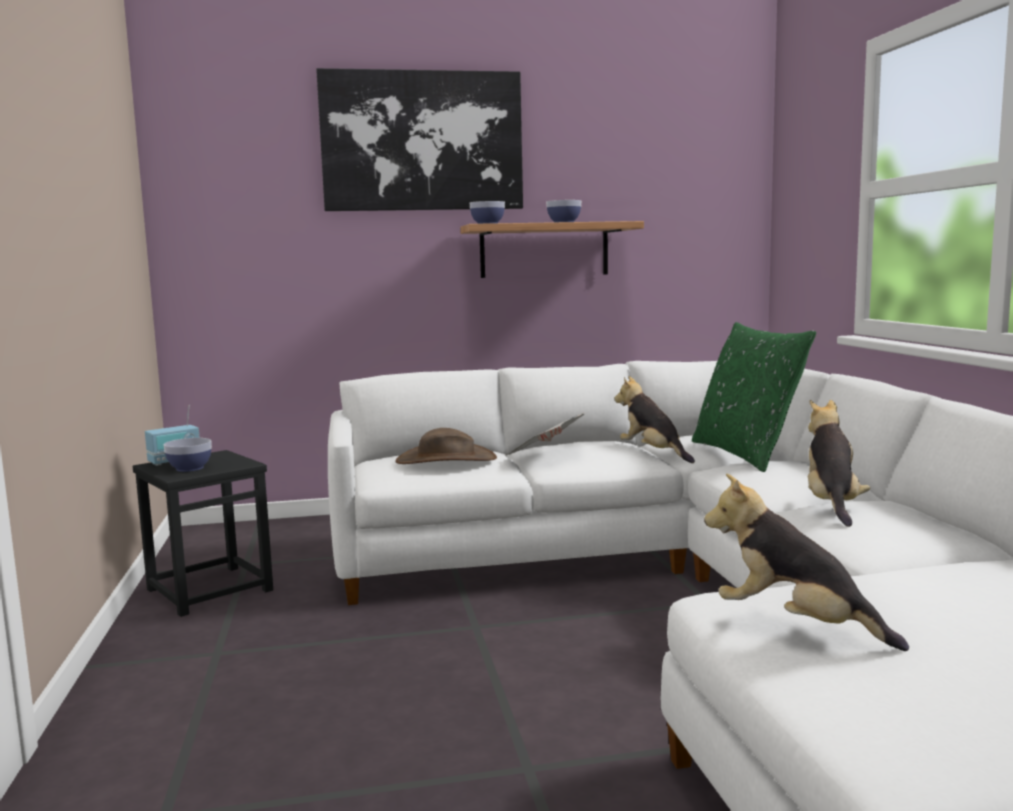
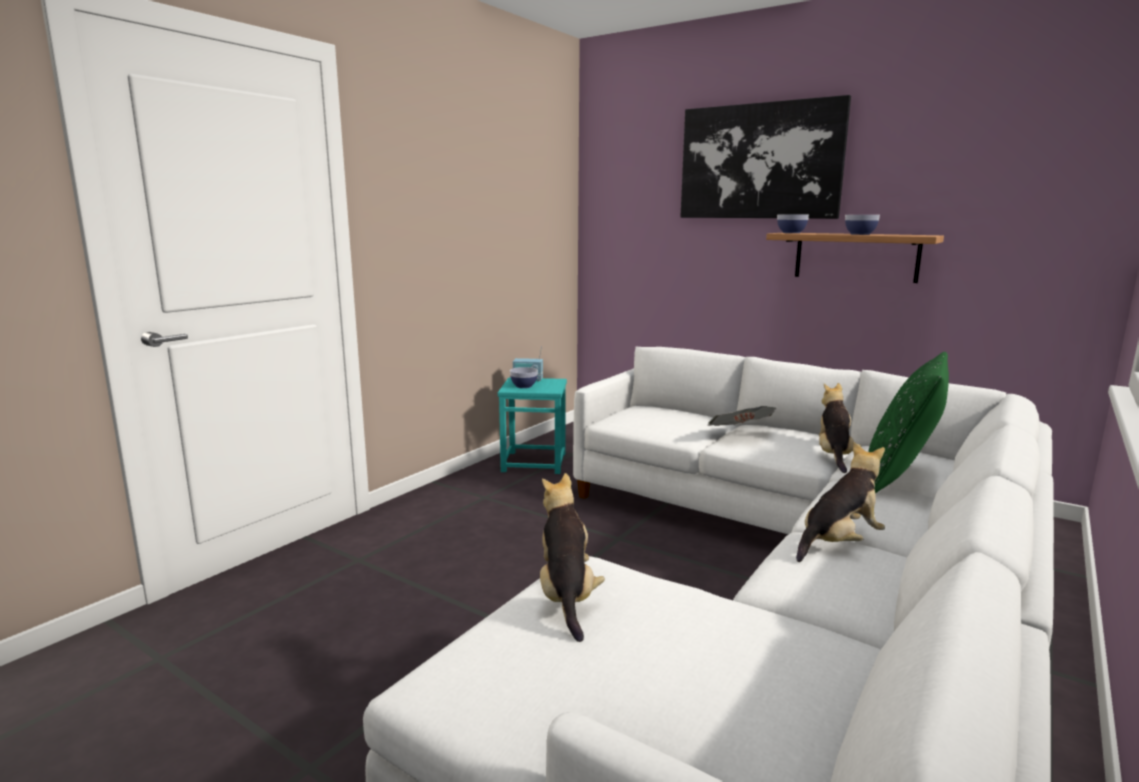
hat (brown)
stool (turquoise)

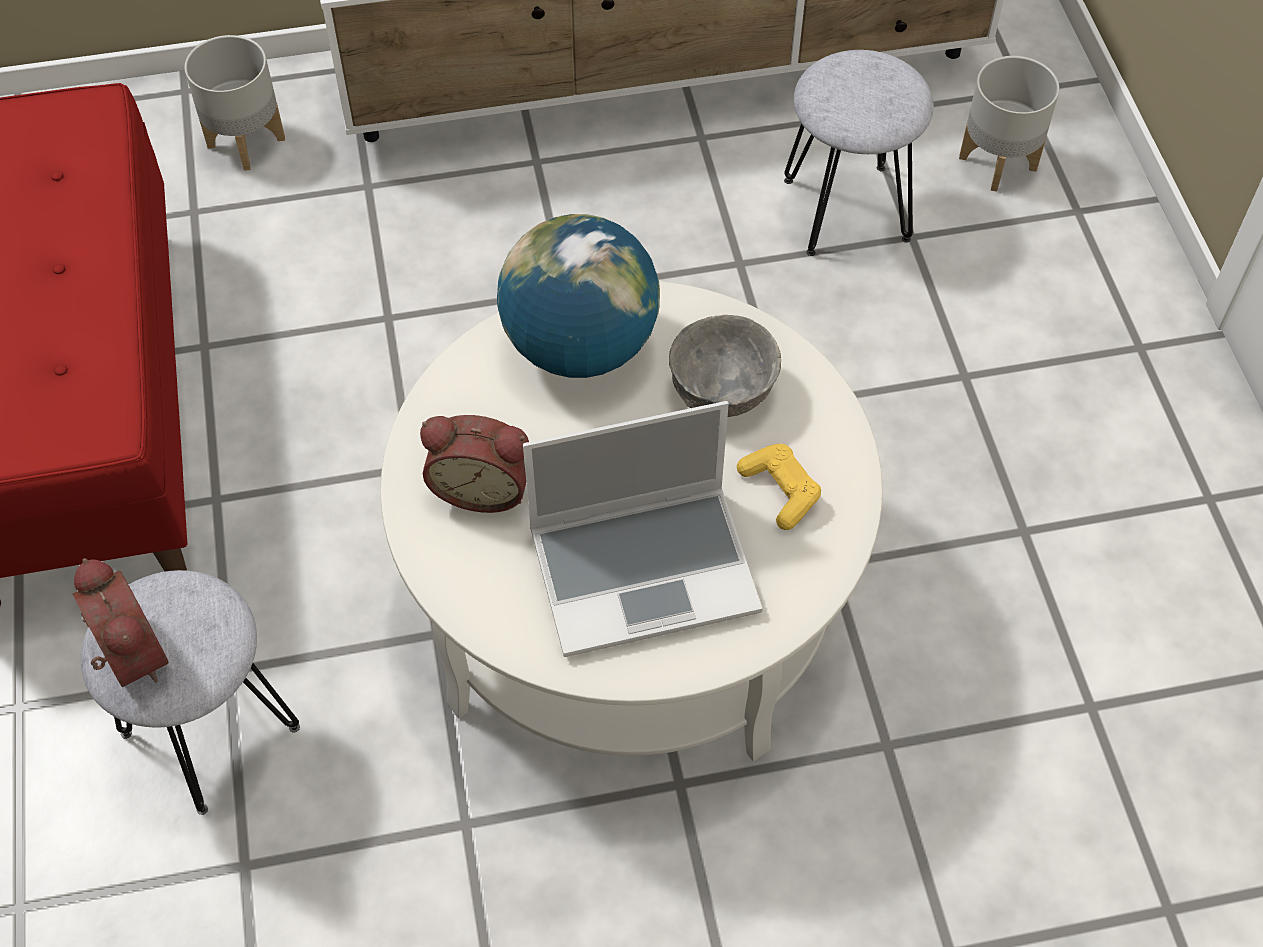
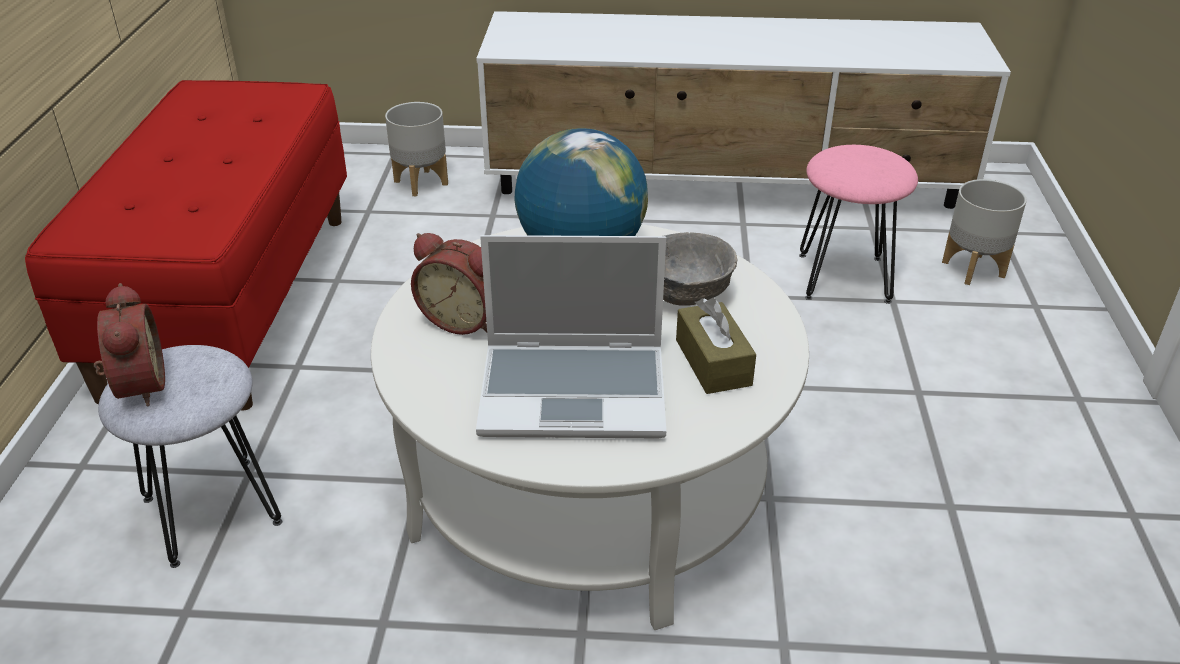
stool (pink)
tissue box (brown)

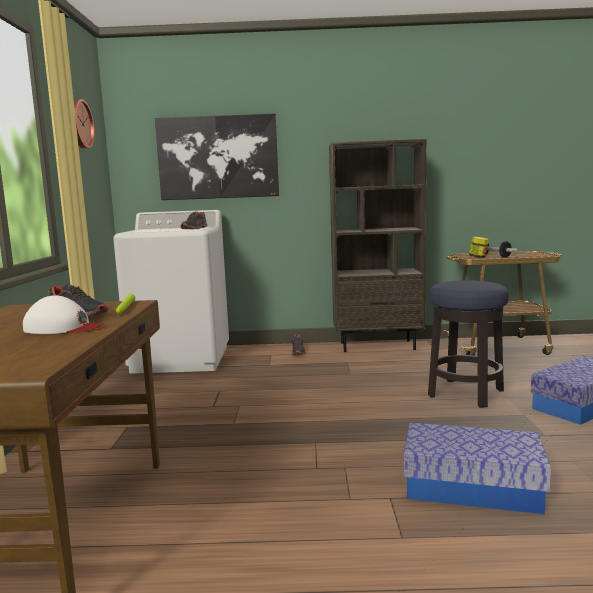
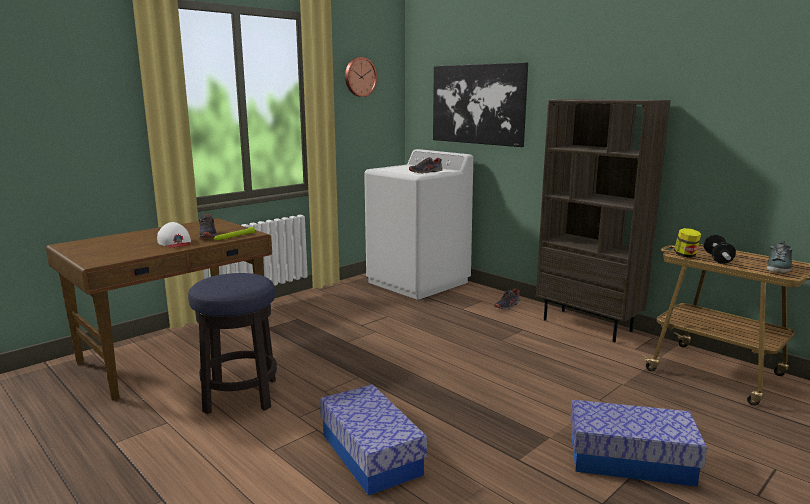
stool
shoe (no. 4 from left)

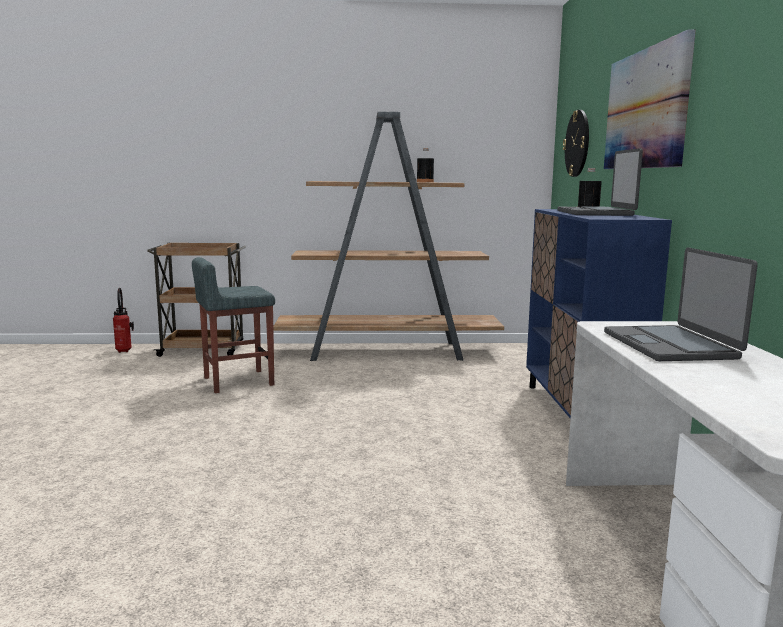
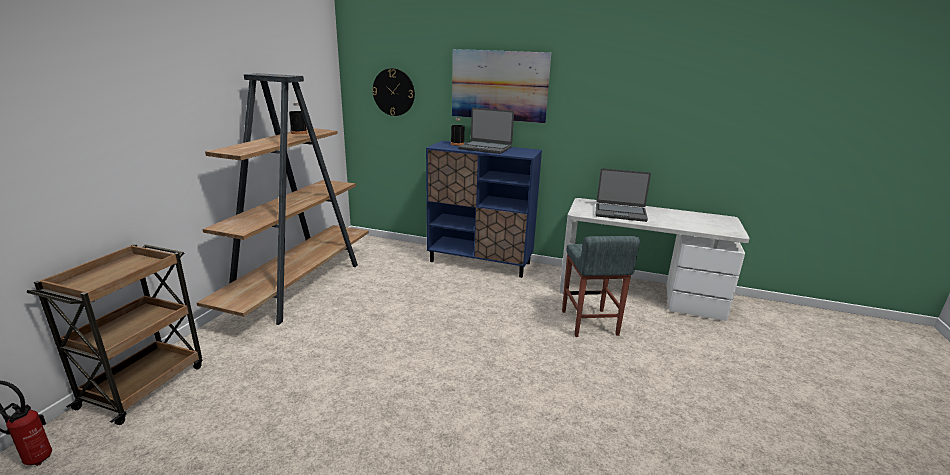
stool (grey)

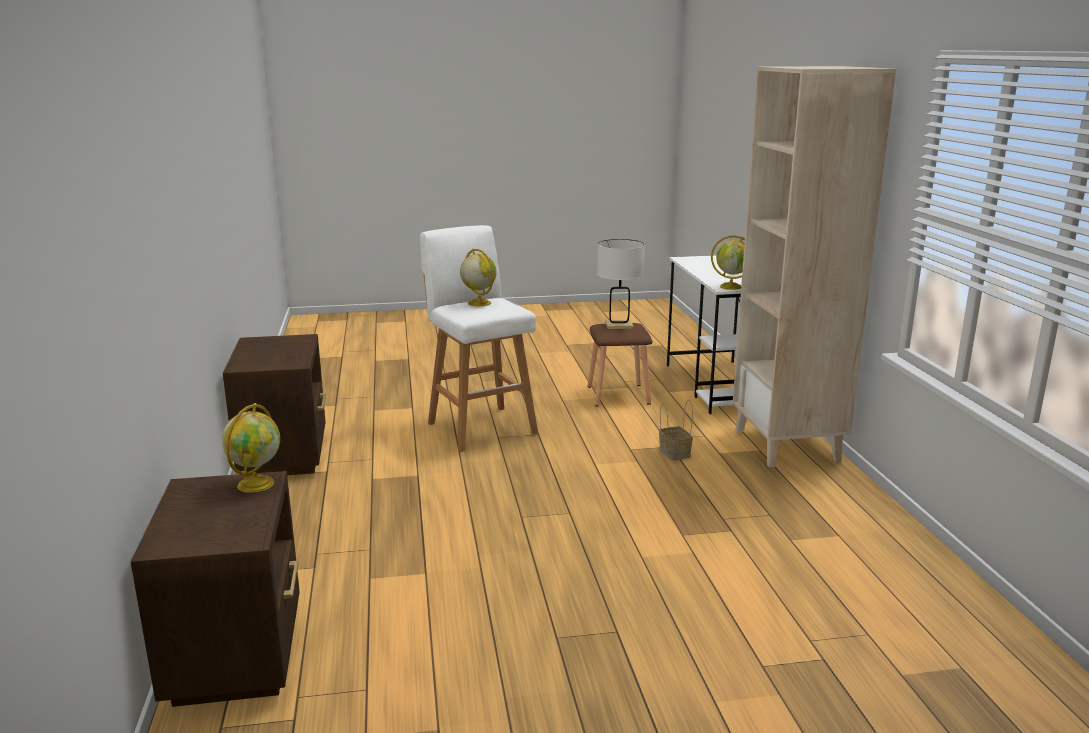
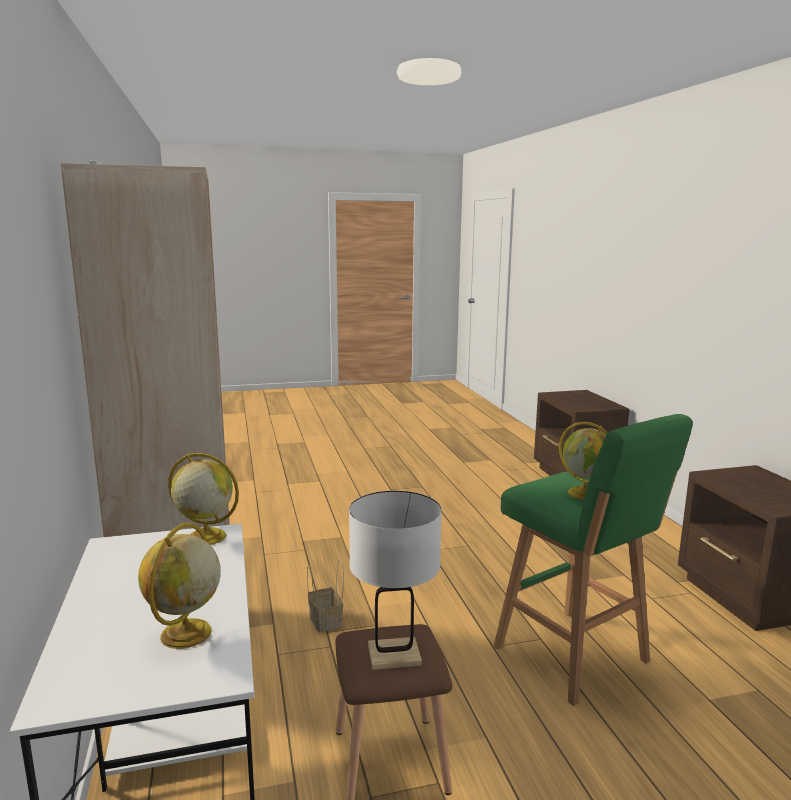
stool (green)
globe (no. 1 from left)

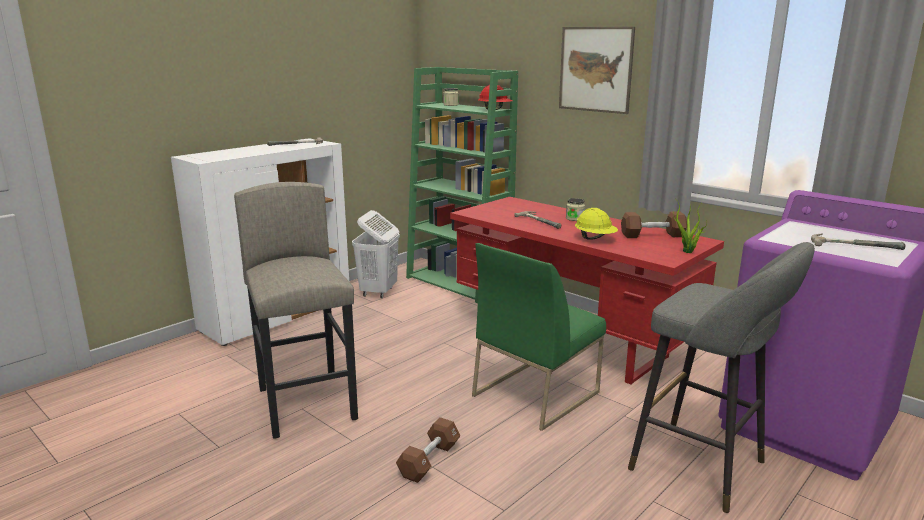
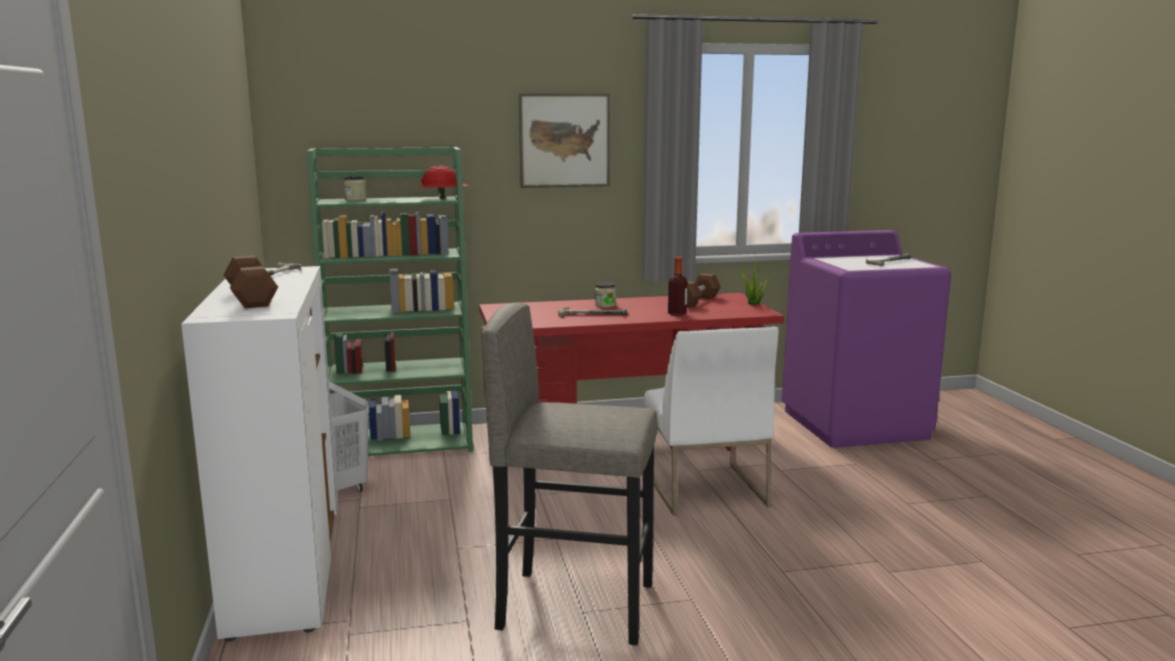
bottle
stool (grey) (no. 2 from left in the first image)
chair (white)
dumbbell (brown) (no. 1 from left)

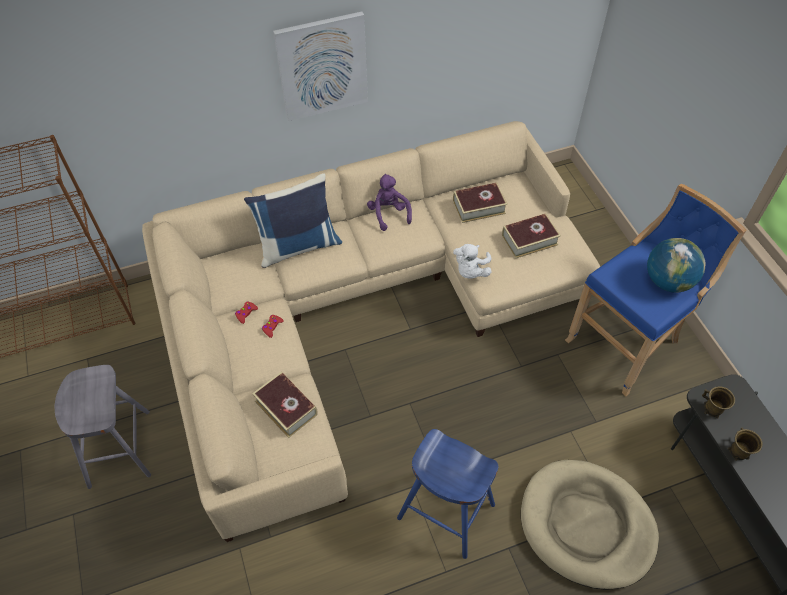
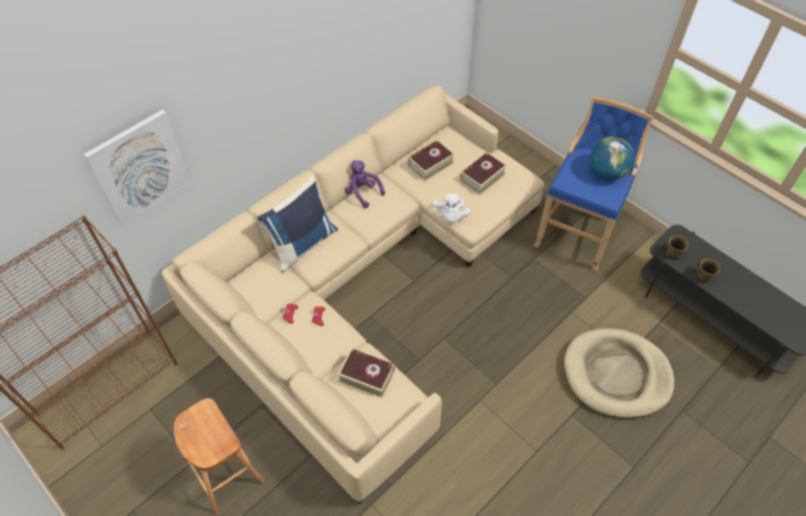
picture
stool (brown)
stool (blue) (no. 1 from left in the first image)

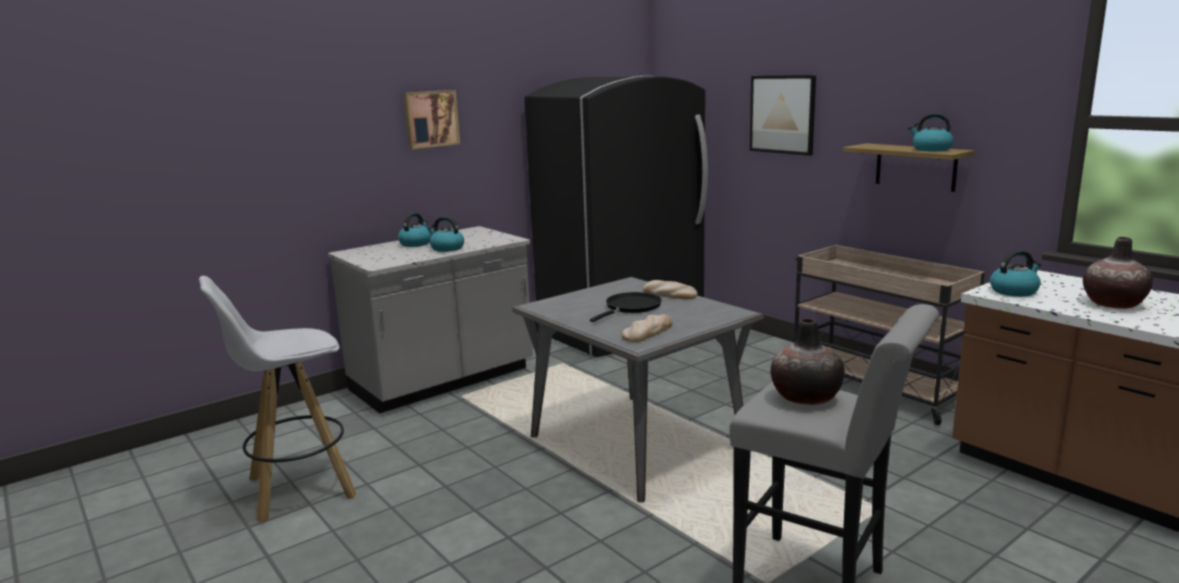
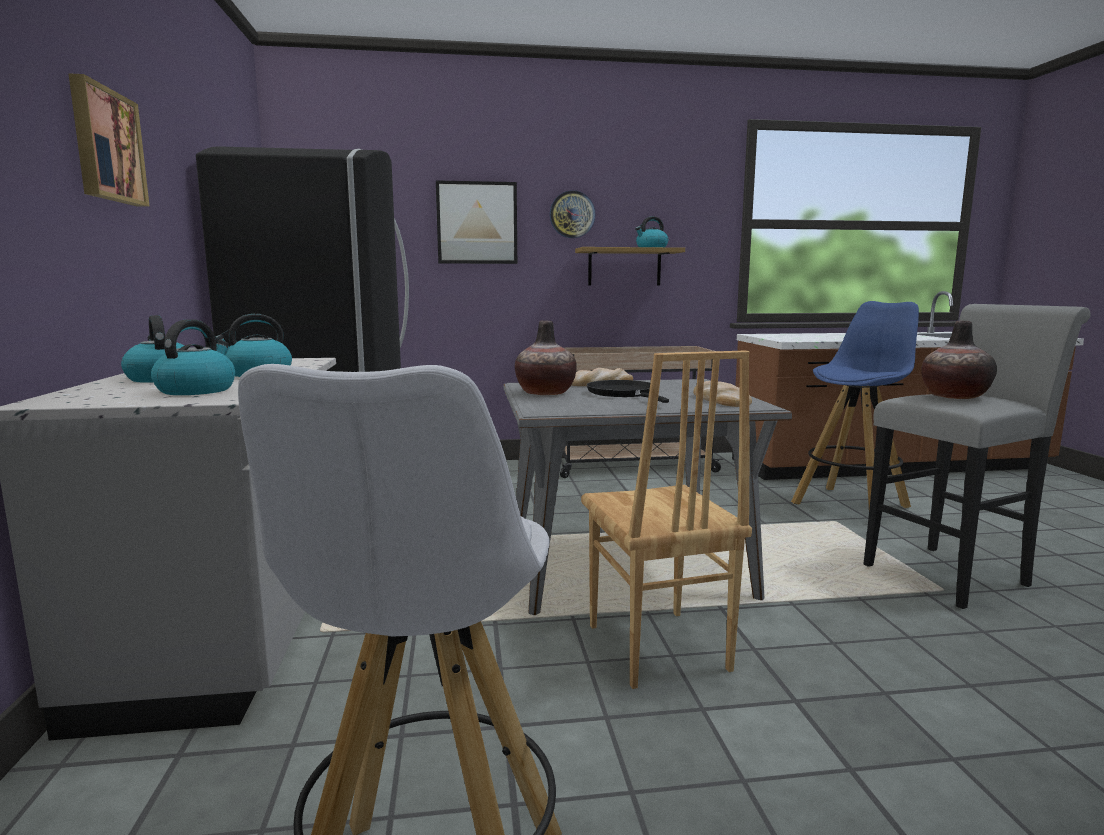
vase (no. 1 from left)
kettle (no. 2 from left)
wall clock
stool (blue)
chair (brown)

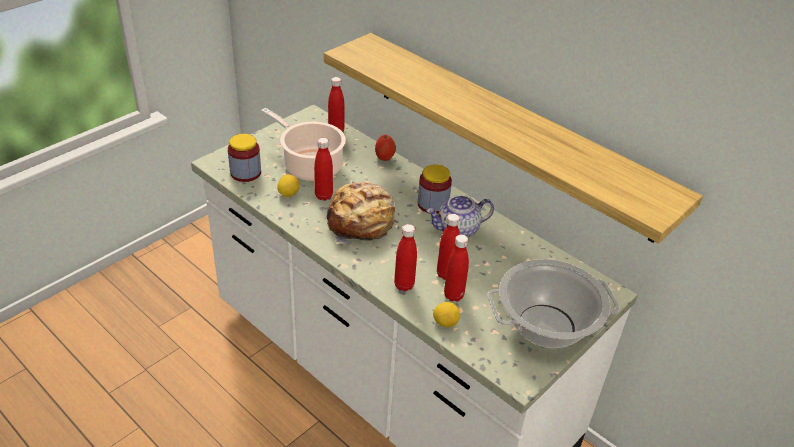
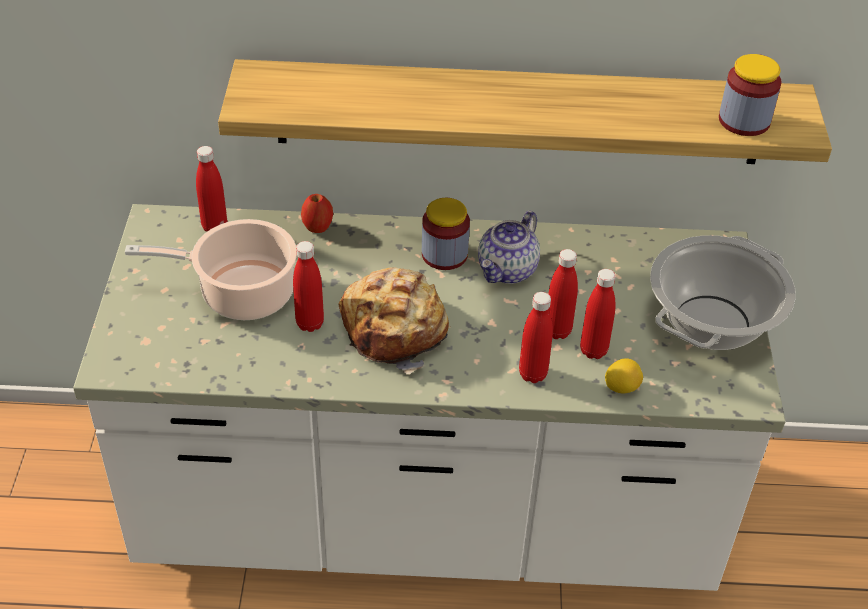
jar (no. 2 from left)
lemon (no. 1 from left in the first image)

